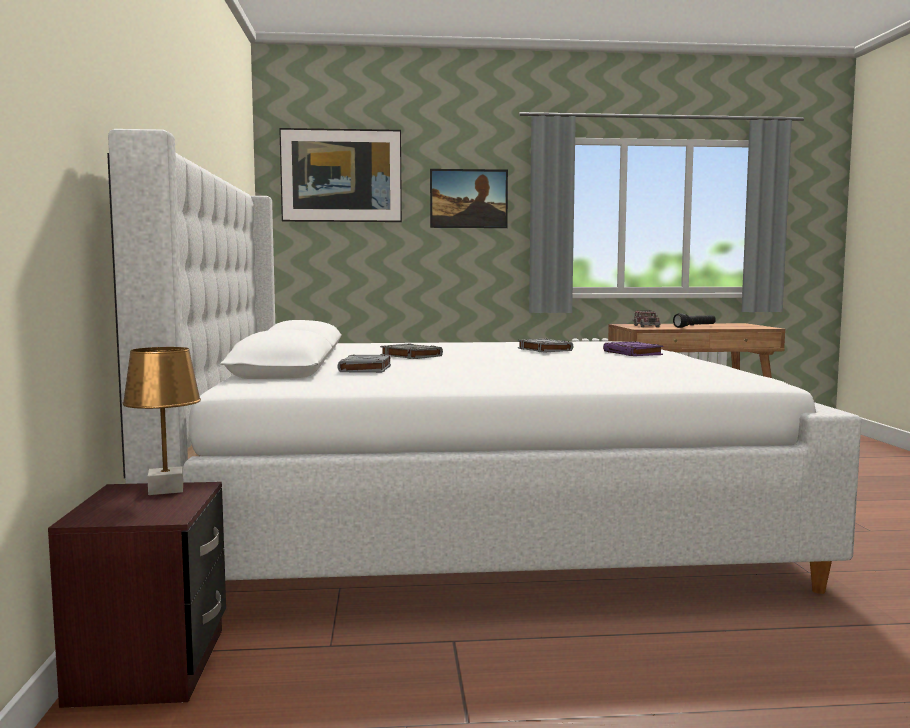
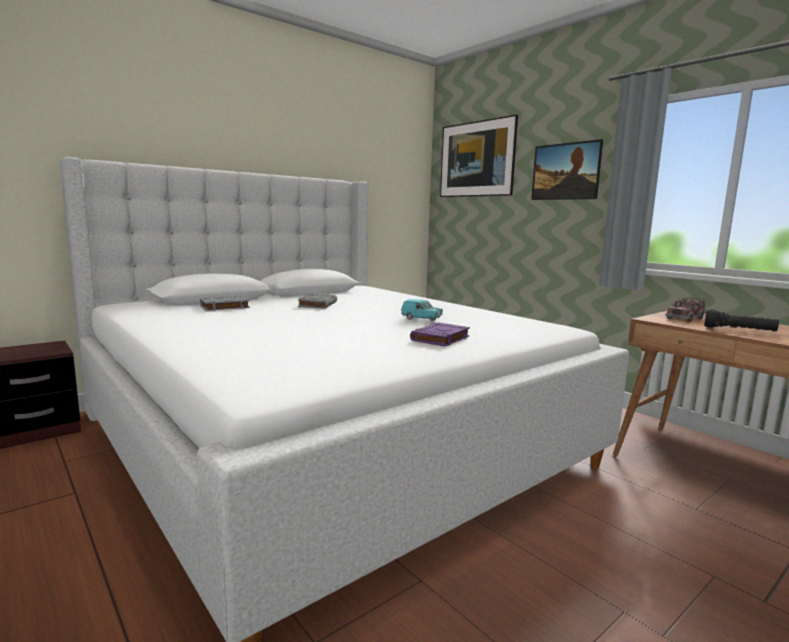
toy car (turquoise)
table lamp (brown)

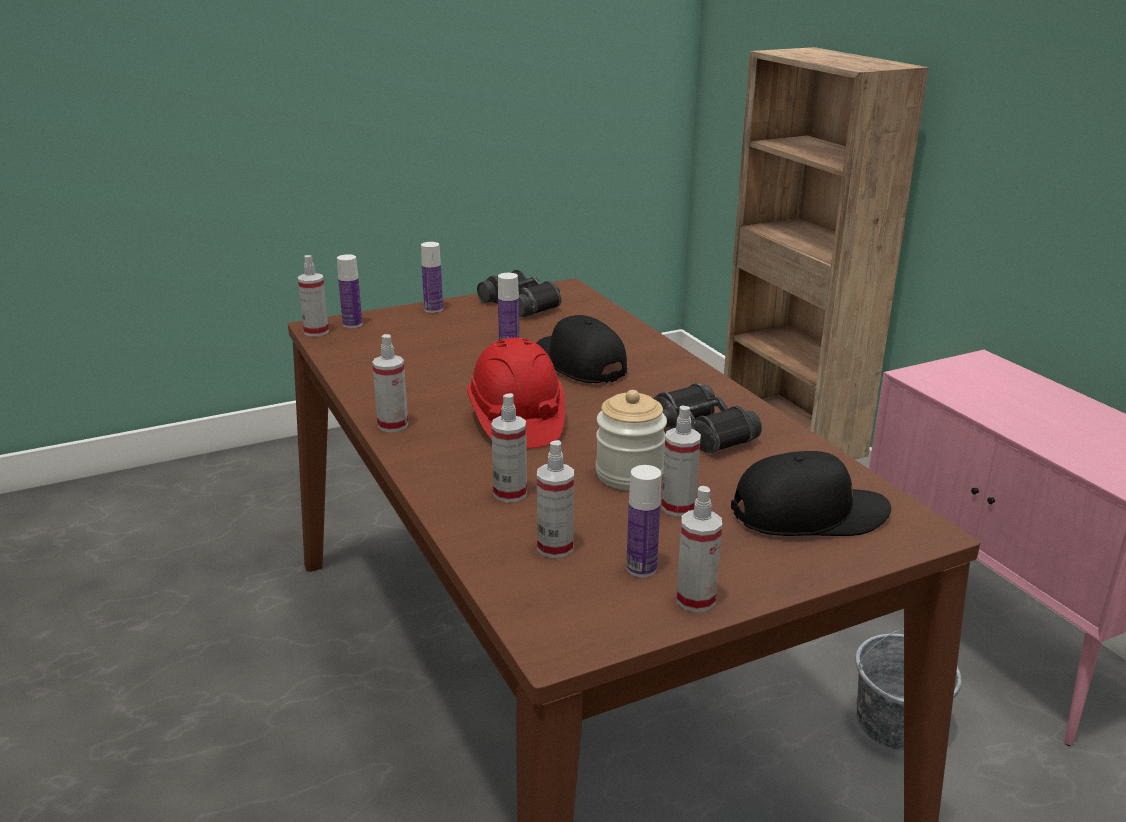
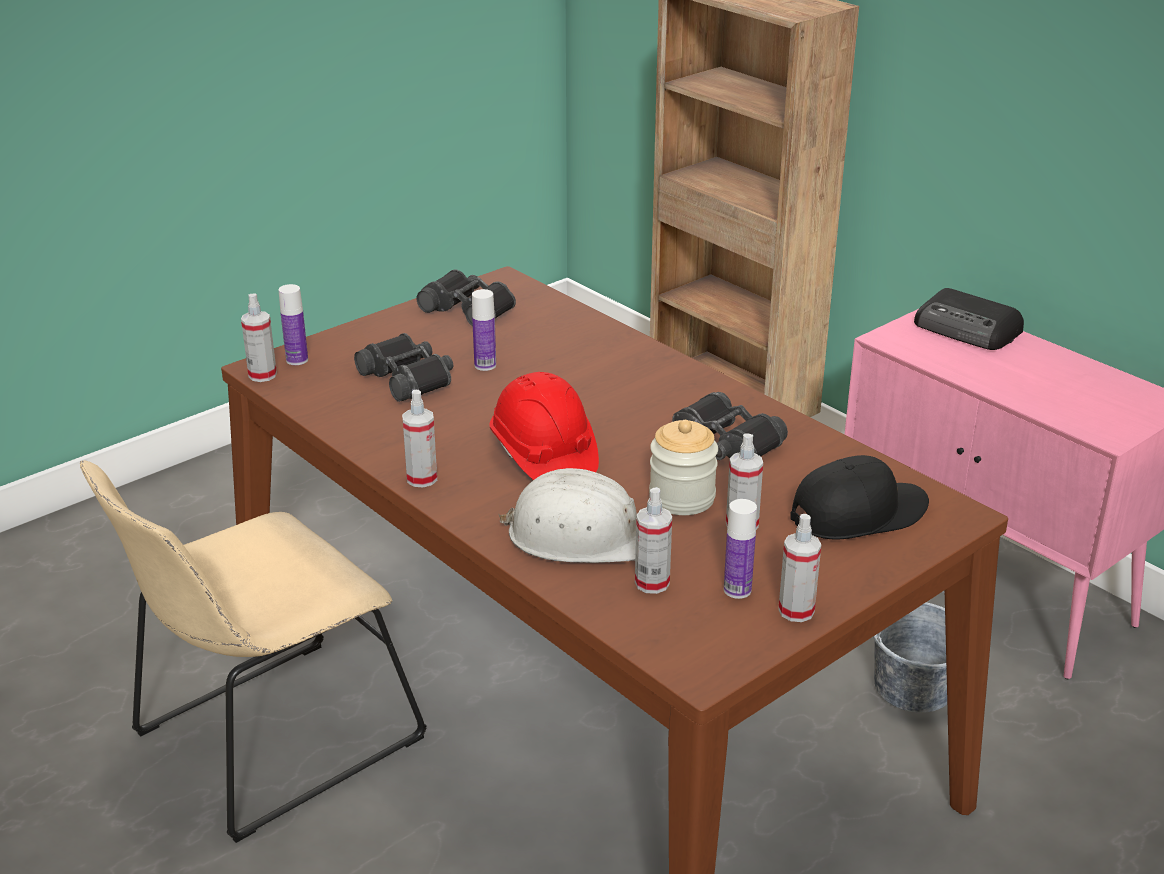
bottle (no. 2 from left in the first image)
cap (black) (no. 1 from left in the first image)
hard hat (white)
radio
binoculars (black) (no. 1 from left)
chair (beige)

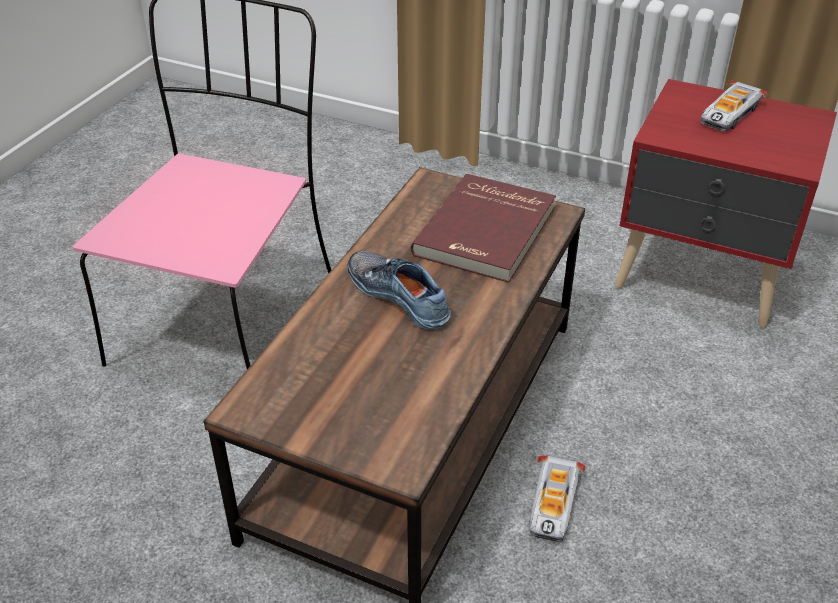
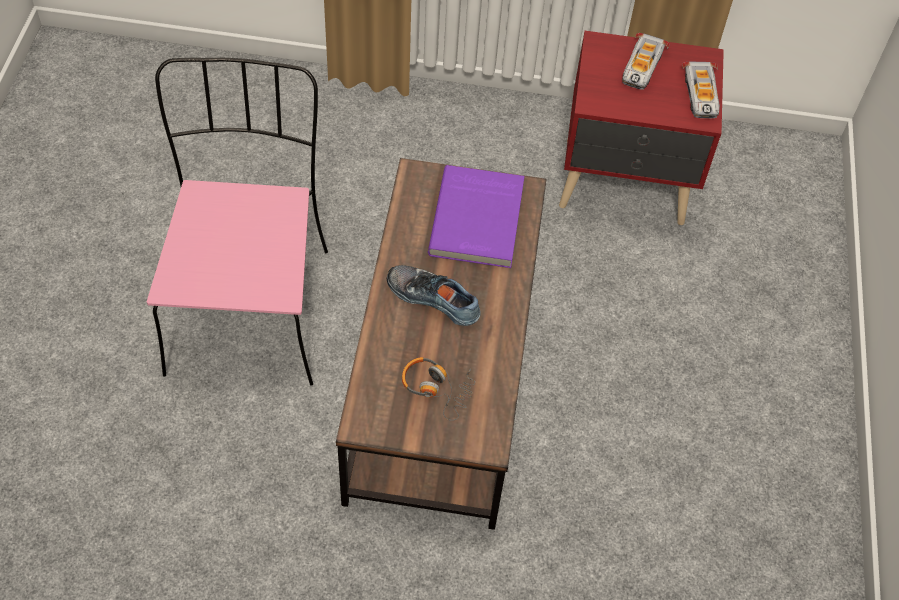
book (purple)
toy car (no. 2 from left)
headphones

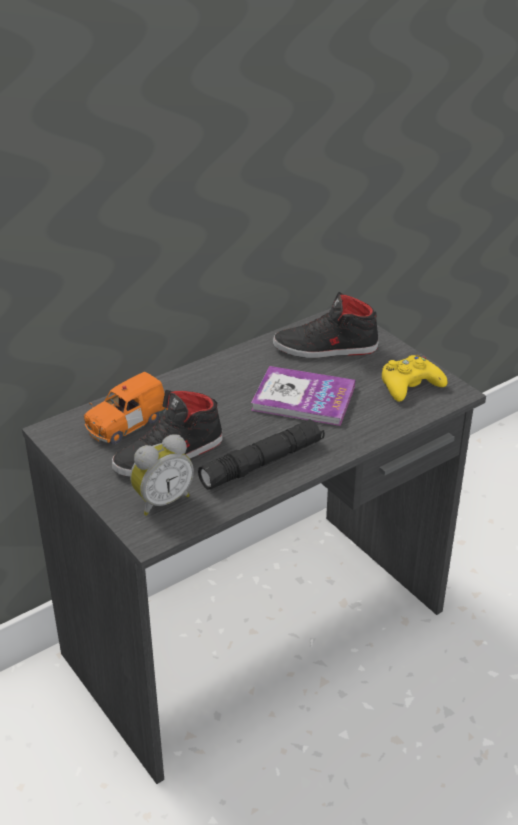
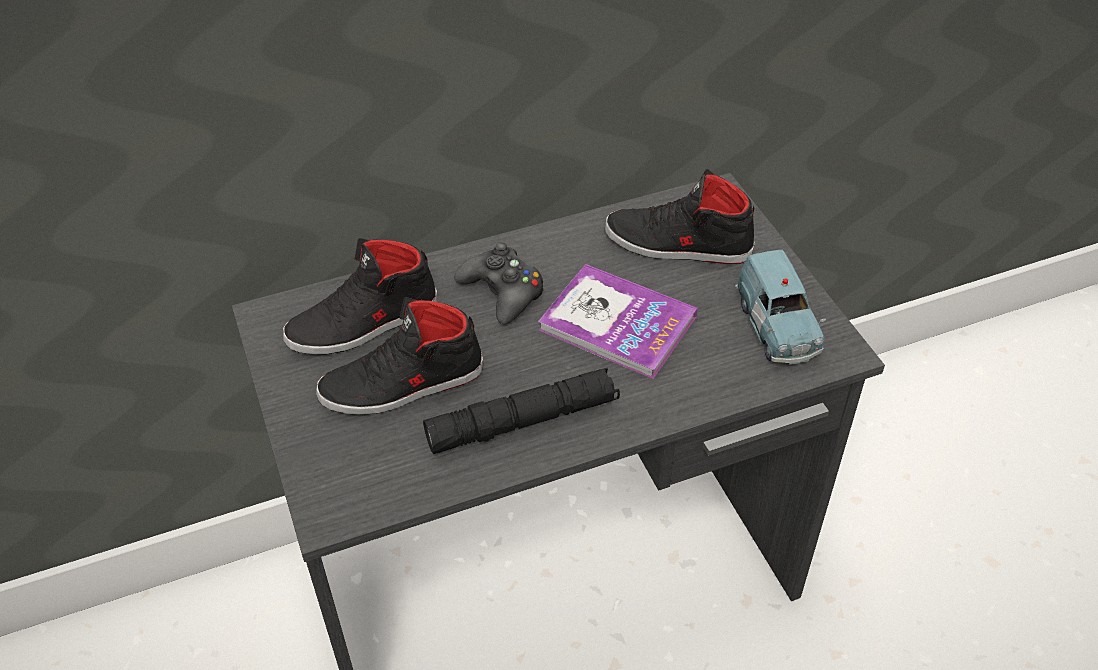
toy car (blue)
shoe (black) (no. 1 from left)
alarm clock
game controller (black)

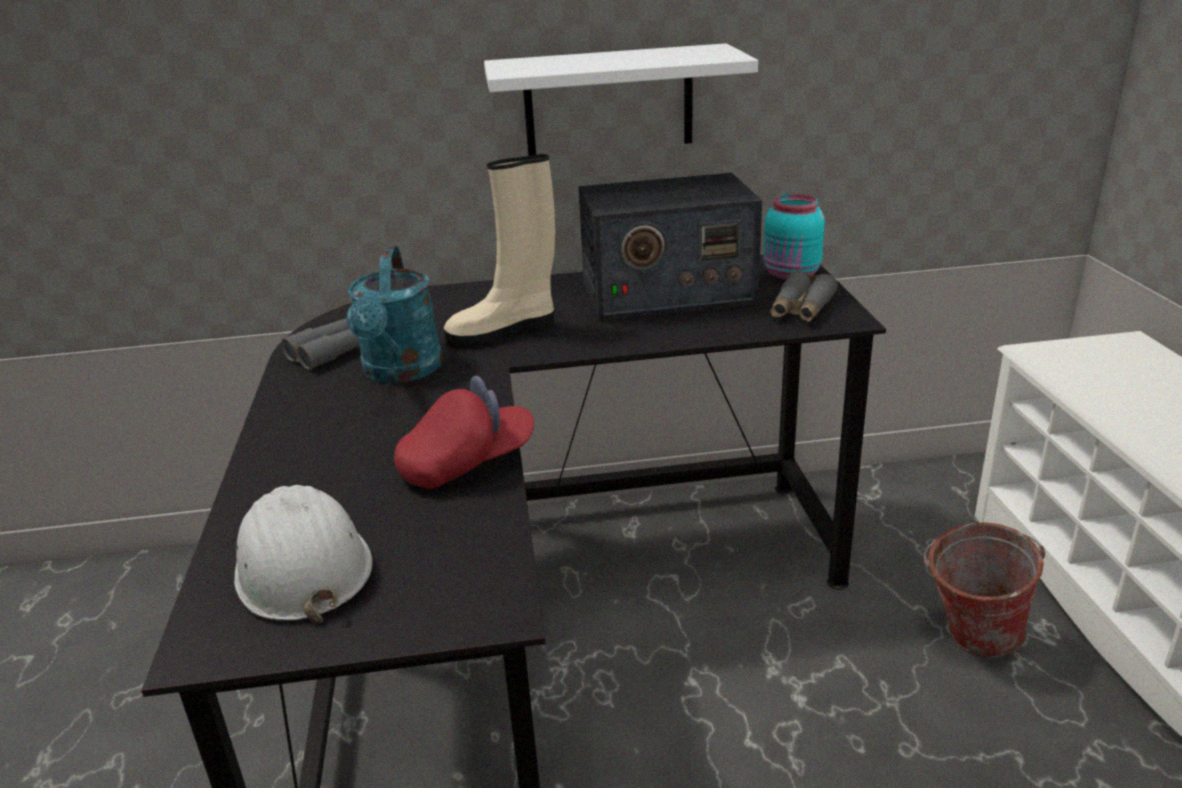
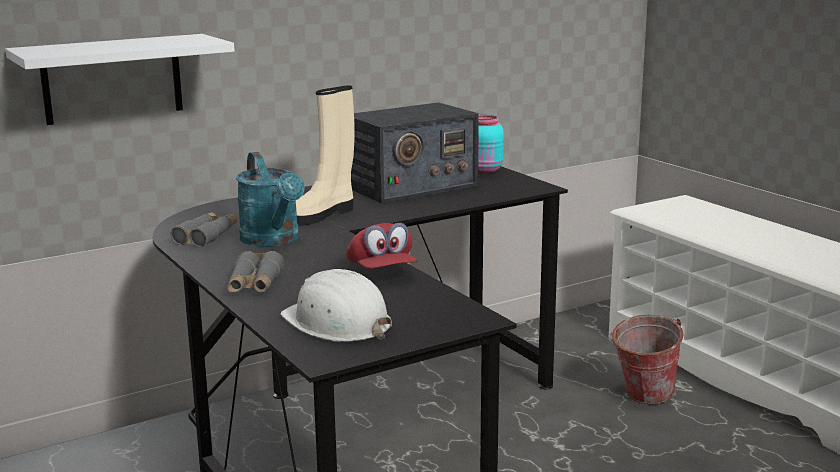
shelf (white)
binoculars (grey) (no. 2 from left)
cap (red)

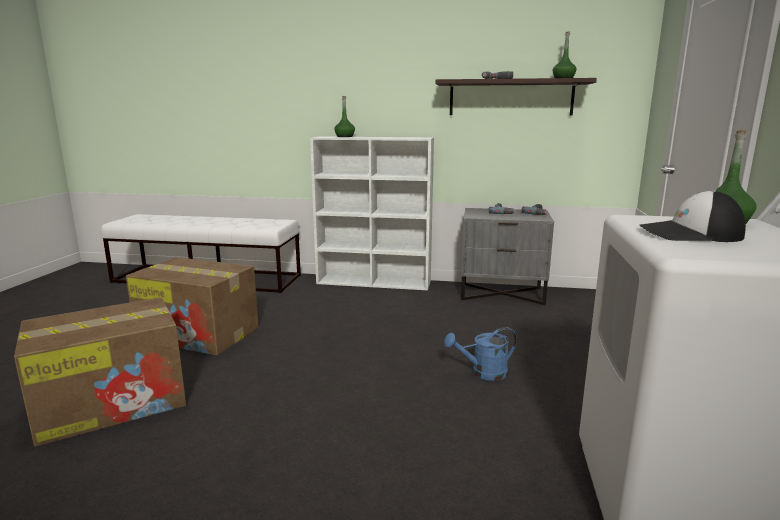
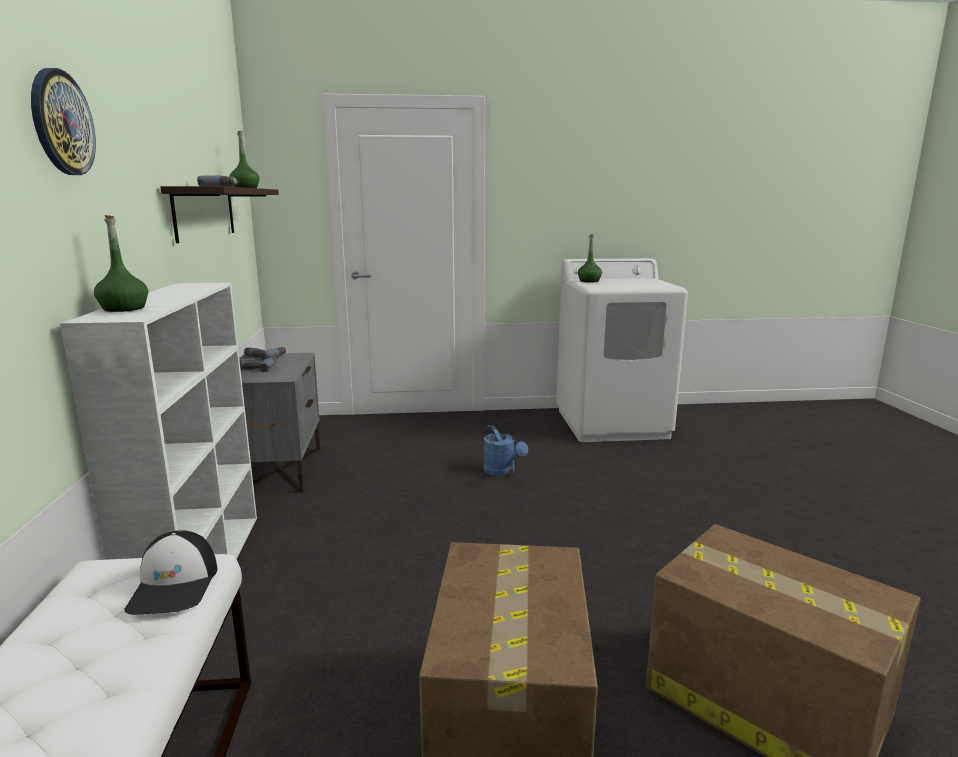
cap
wall clock

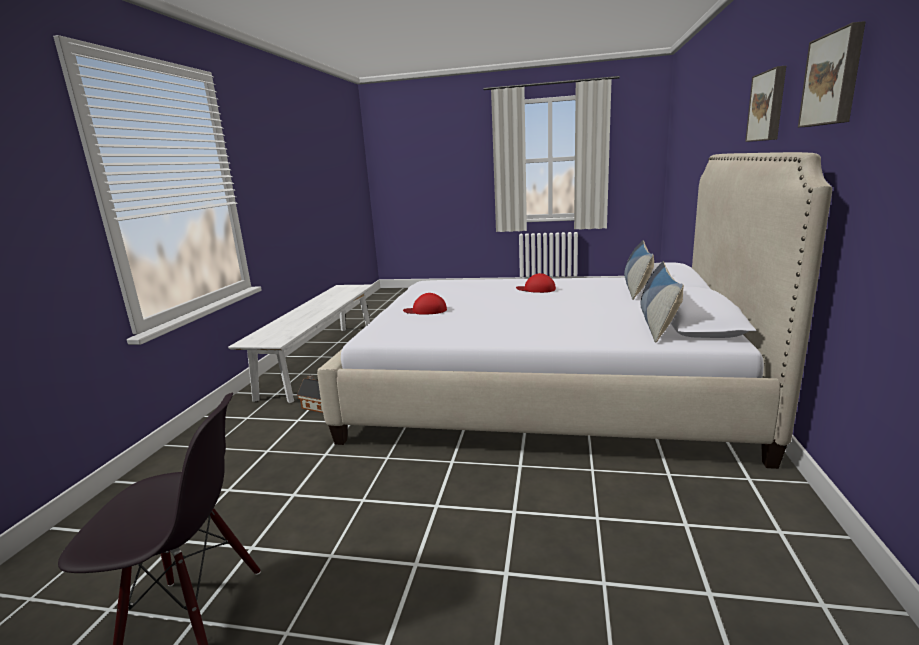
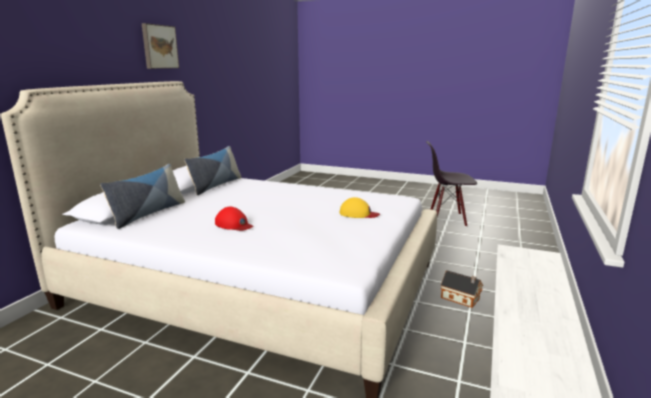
picture (no. 1 from left in the first image)
cap (yellow)

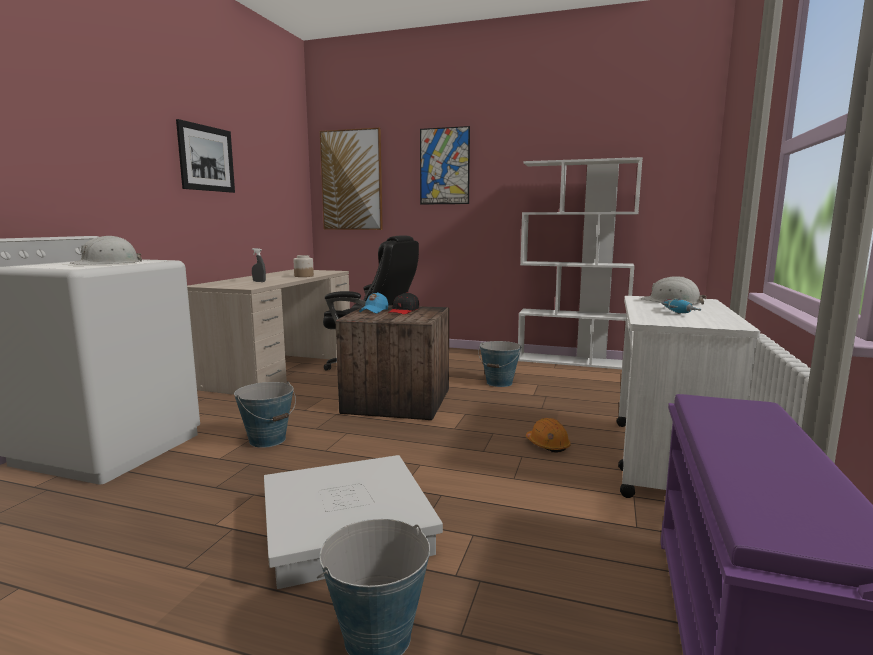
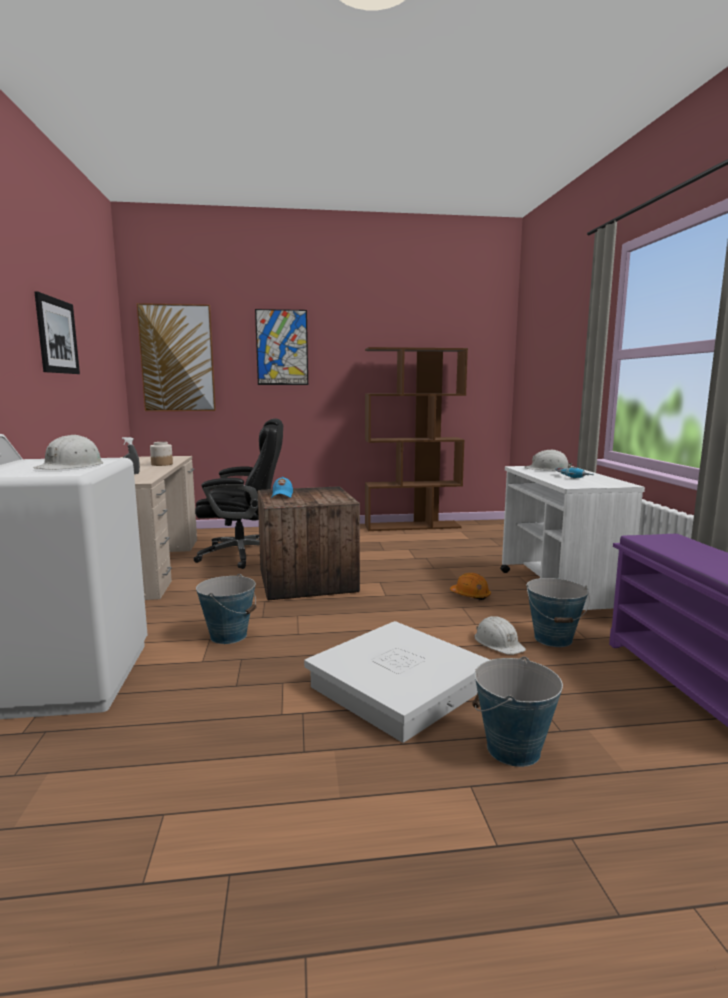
bookcase (brown)
cap (black)
bucket (no. 3 from left)
hard hat (white) (no. 2 from left)

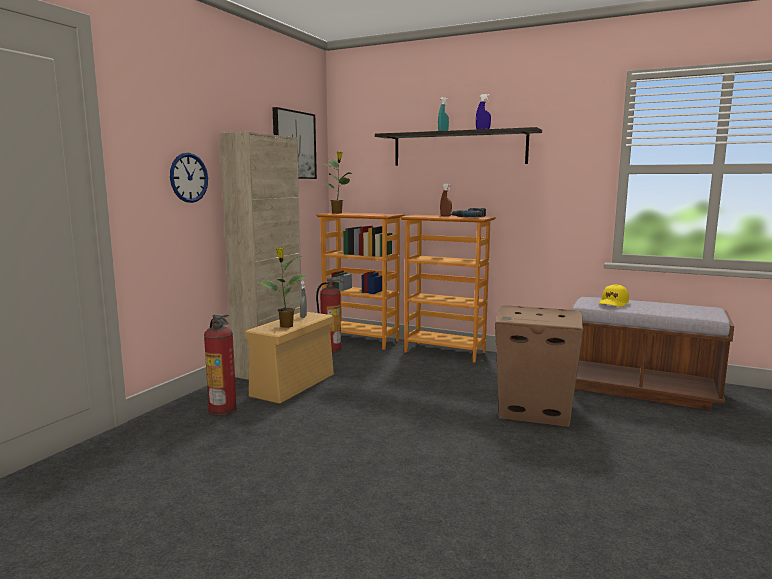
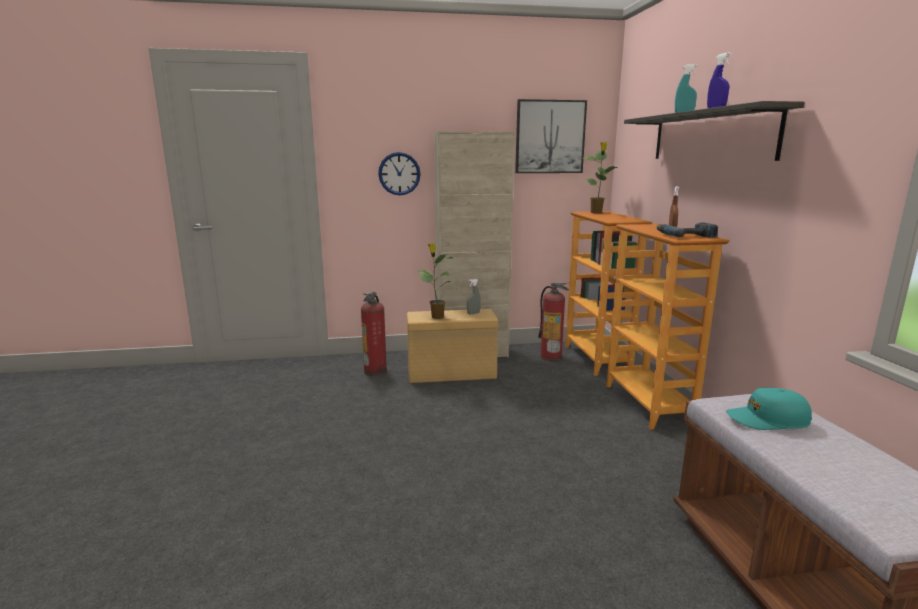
cap (turquoise)
cardboard box

